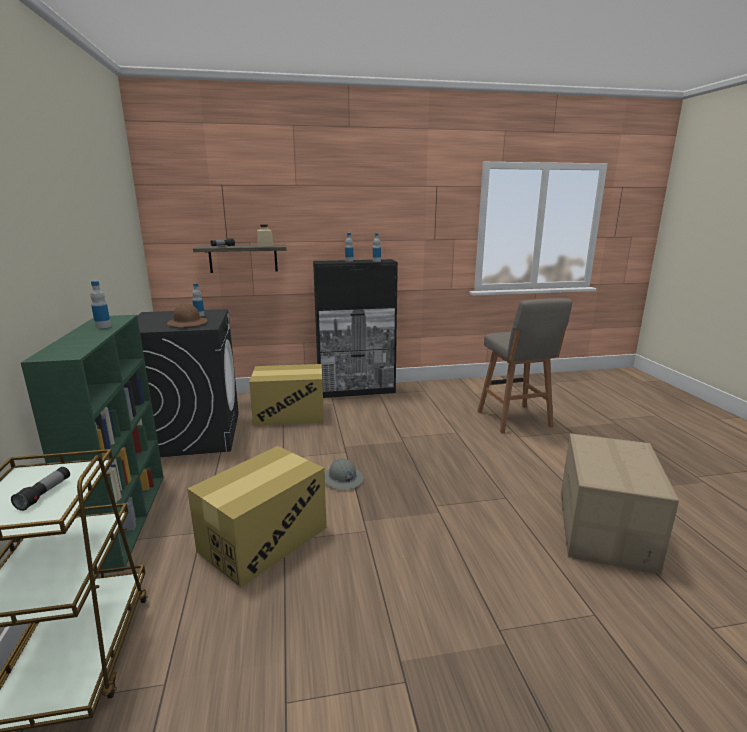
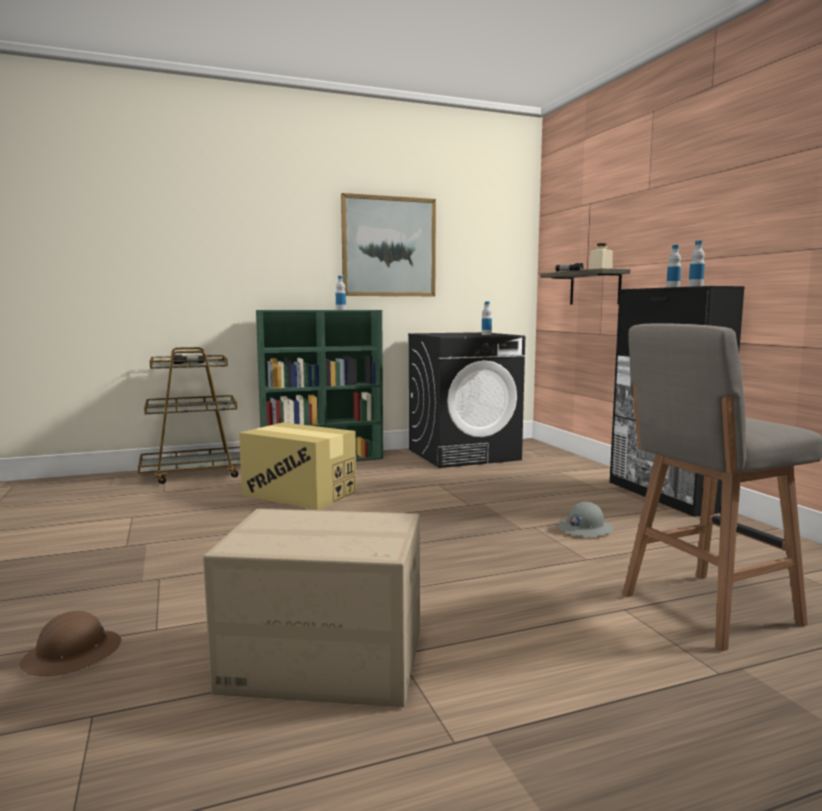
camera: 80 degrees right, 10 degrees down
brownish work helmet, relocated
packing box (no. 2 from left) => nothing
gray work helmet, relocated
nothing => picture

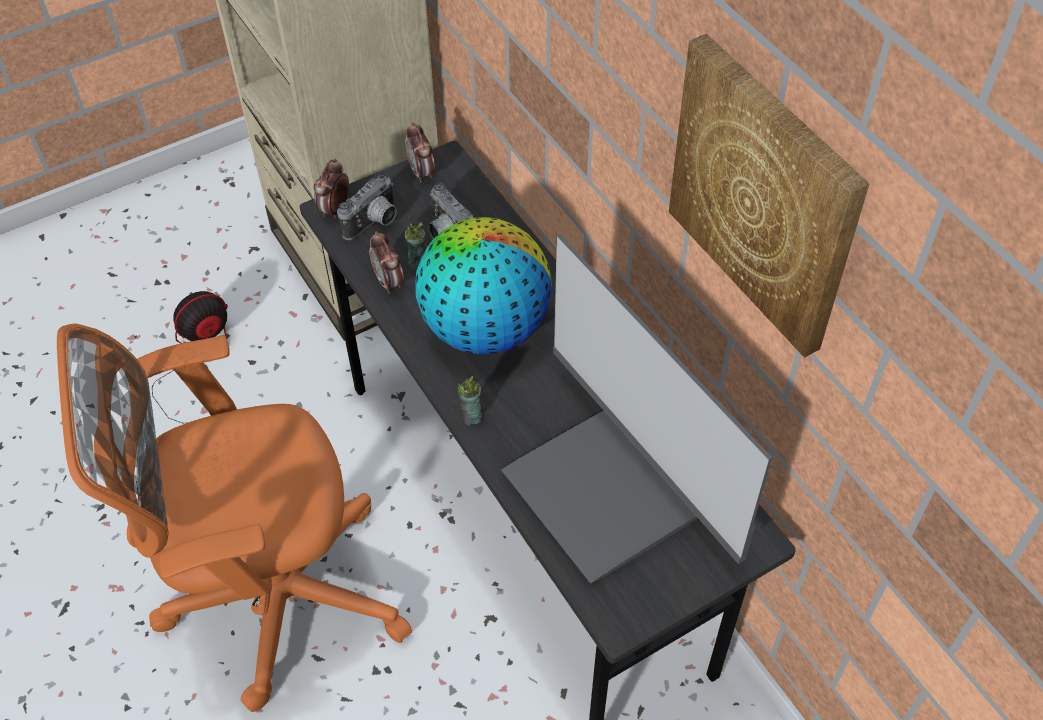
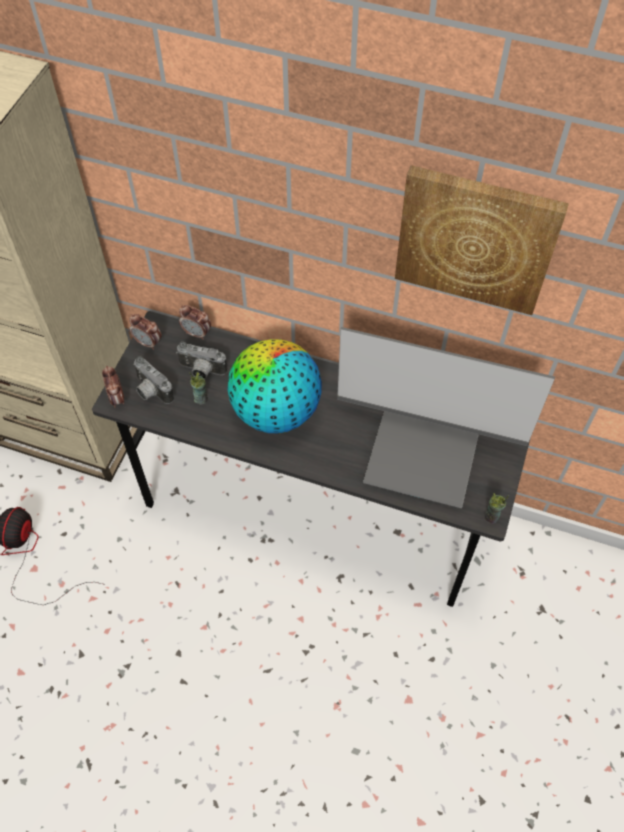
camera: 40 degrees left, 5 degrees up
orange office chair => nothing
still camera (no. 1 from left), 135 degrees clockwise
bedside clock (no. 2 from left in the first image) => bedside clock (no. 3 from left), relocated
drinking cup (no. 2 from left), relocated

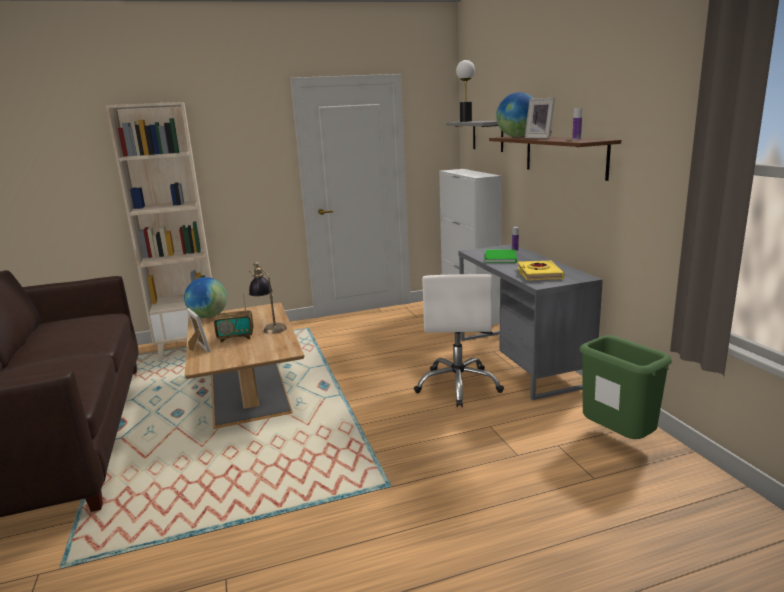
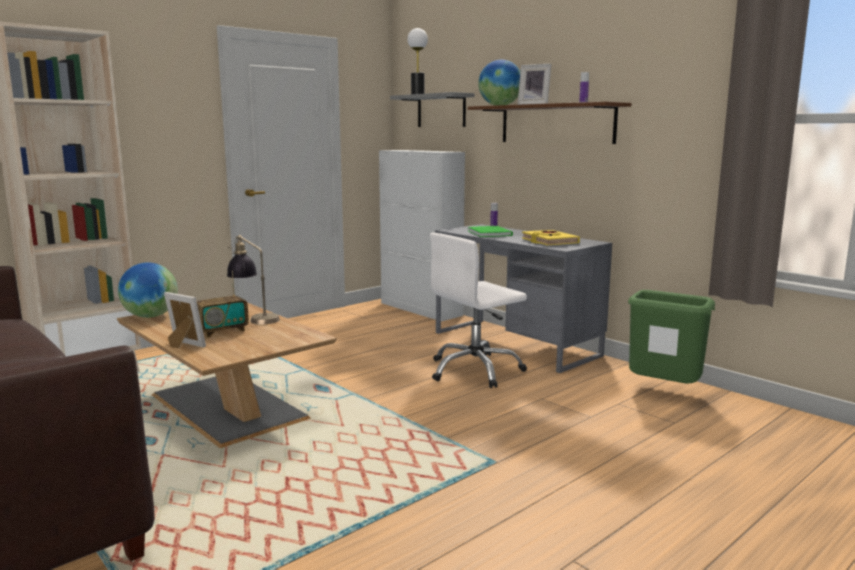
camera: 25 degrees left, 5 degrees down
whitish office chair, 75 degrees clockwise

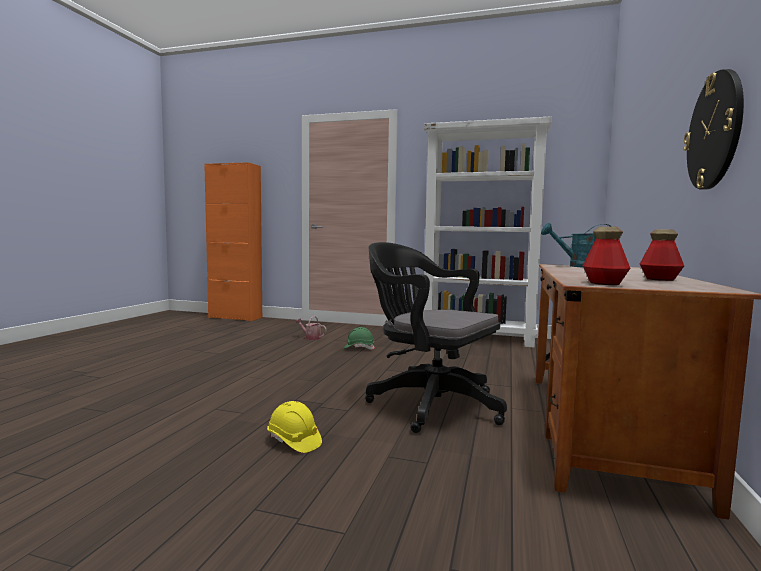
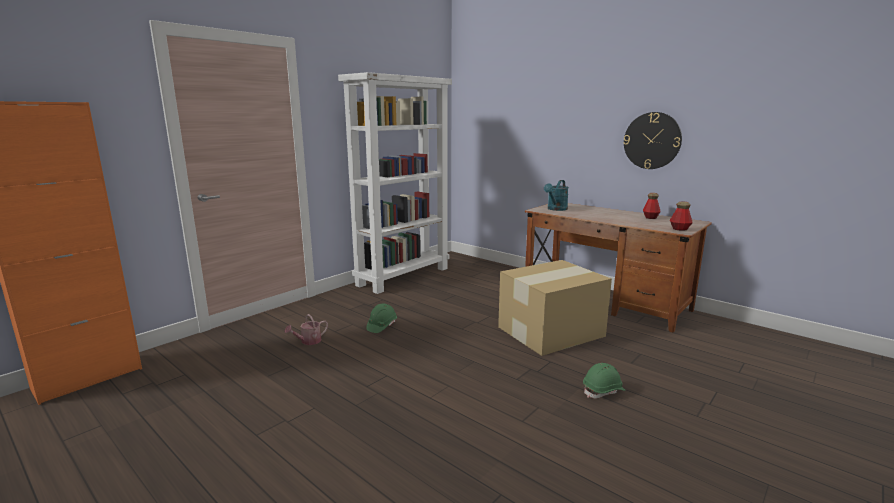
camera: 65 degrees left, 10 degrees up
yellow-coloured work helmet => greenish work helmet (no. 2 from left)
black-coloured office chair => packing box

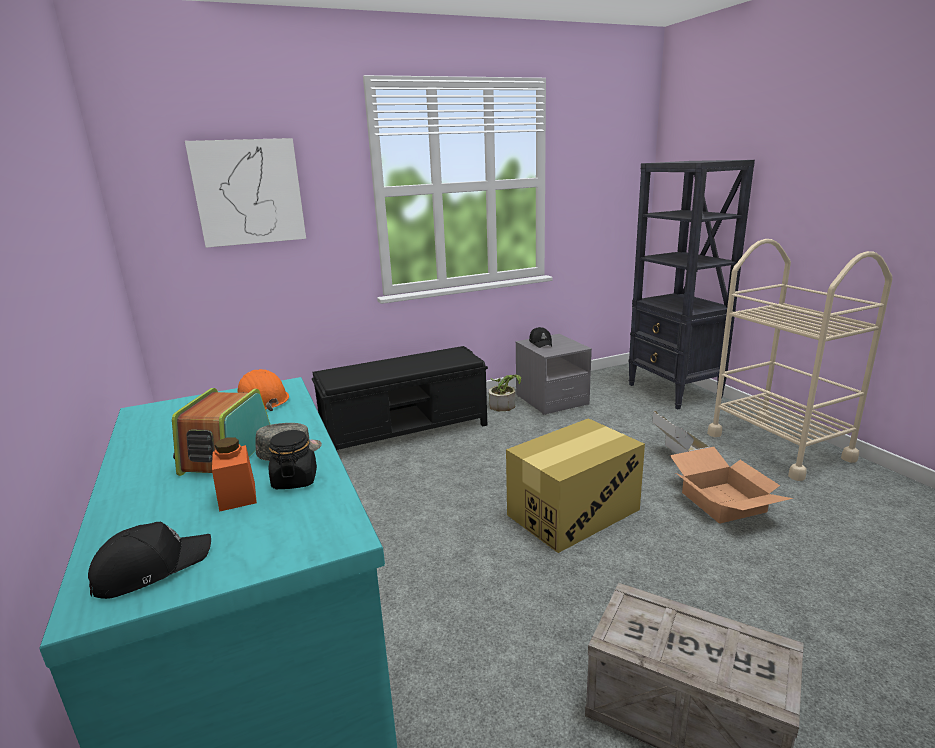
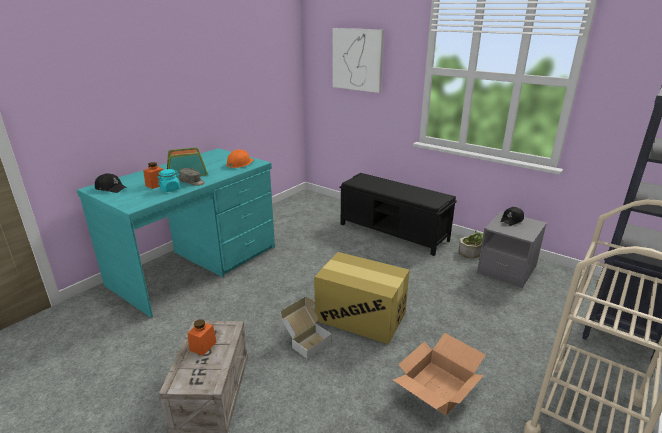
camera: 60 degrees right, 5 degrees up
black-coloured preserve jar => blue-green preserve jar
packing box (no. 2 from left in the first image) => packing box (no. 1 from left), relocated
nothing => orange preserve jar (no. 2 from left)

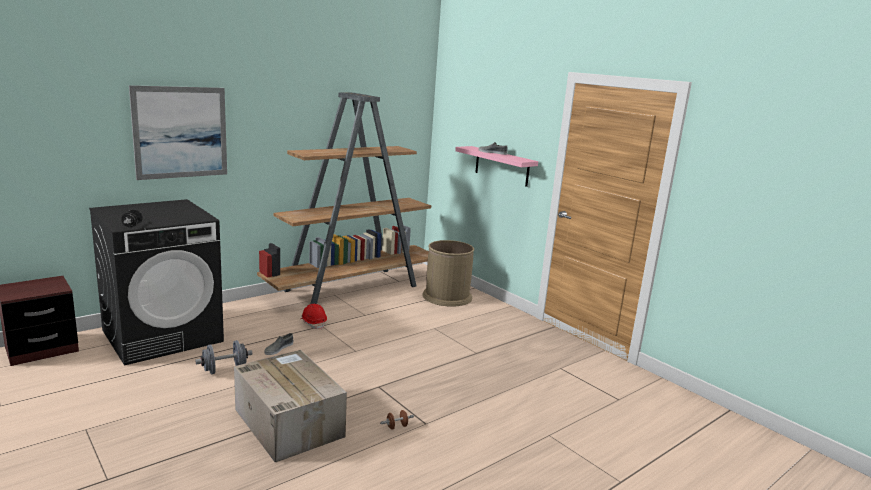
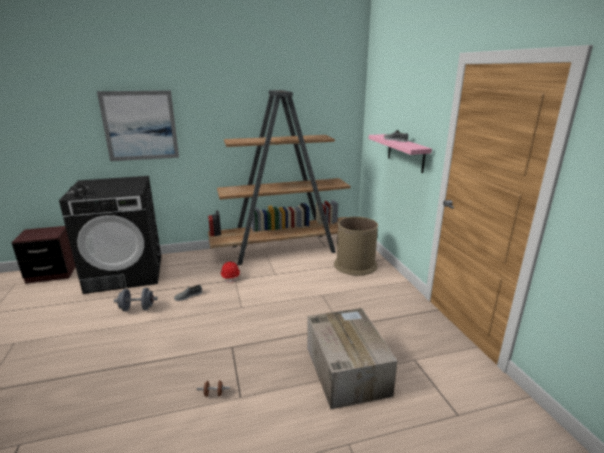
camera: 25 degrees right, 5 degrees up
packing box, relocated

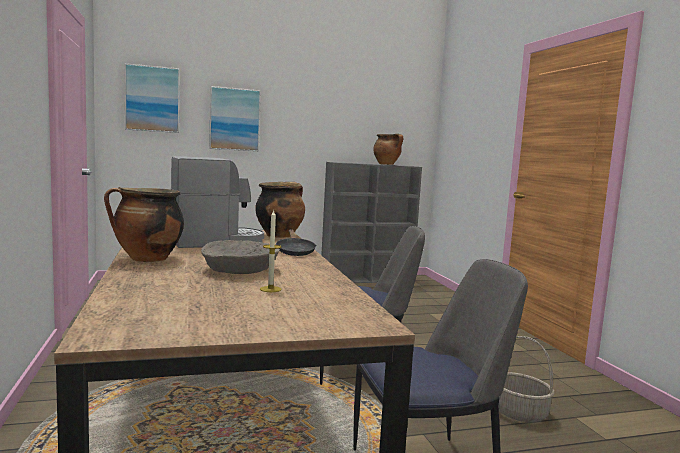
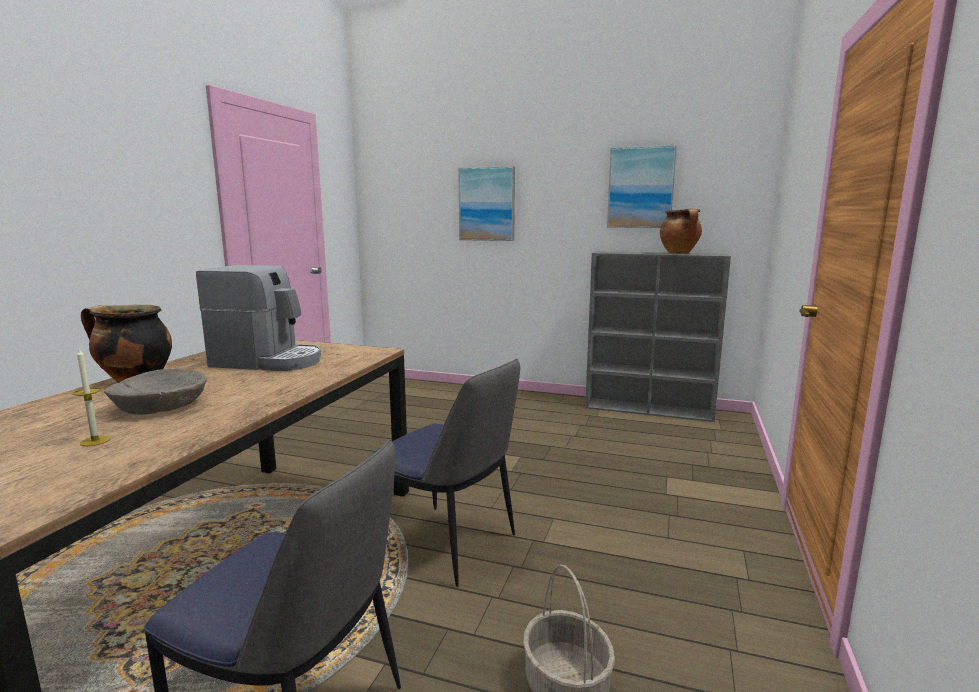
camera: 35 degrees right, 5 degrees up
picture (no. 1 from left in the first image) => picture (no. 2 from left), relocated
stockpot (no. 2 from left) => nothing
black-coloured frying pan => nothing

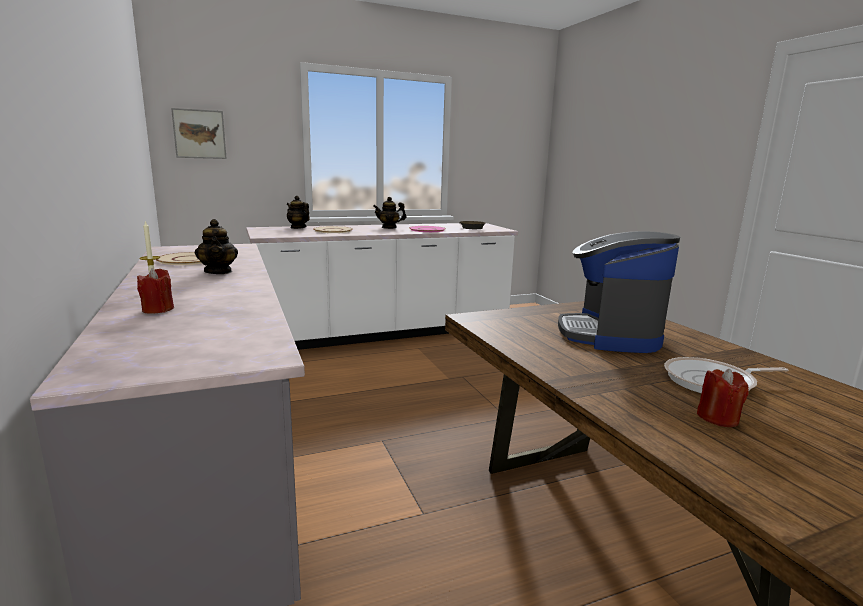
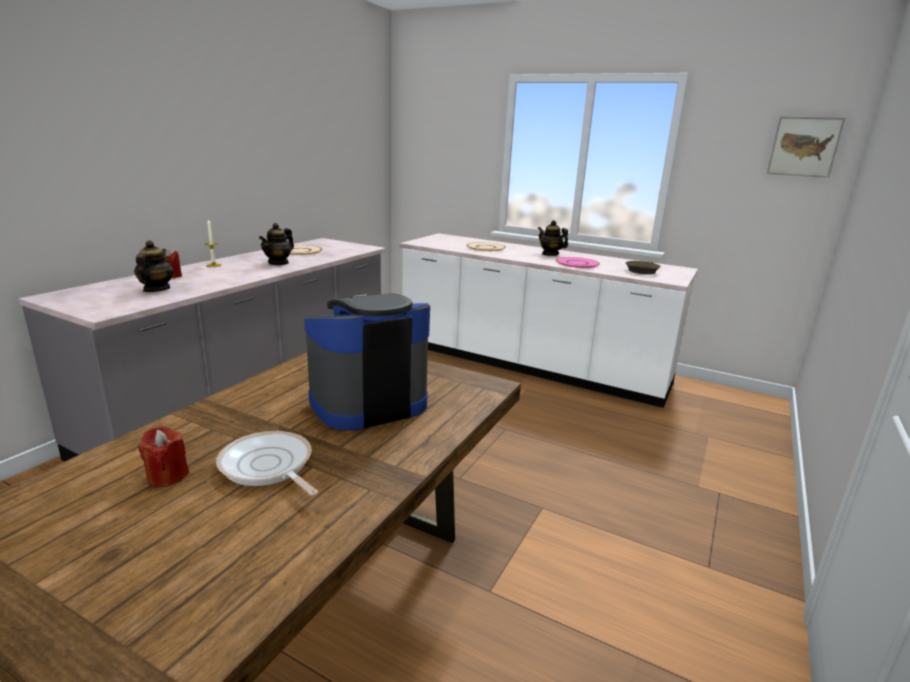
camera: 50 degrees right, 5 degrees up
picture, relocated
tea pot (no. 2 from left in the first image) => tea pot (no. 1 from left), relocated

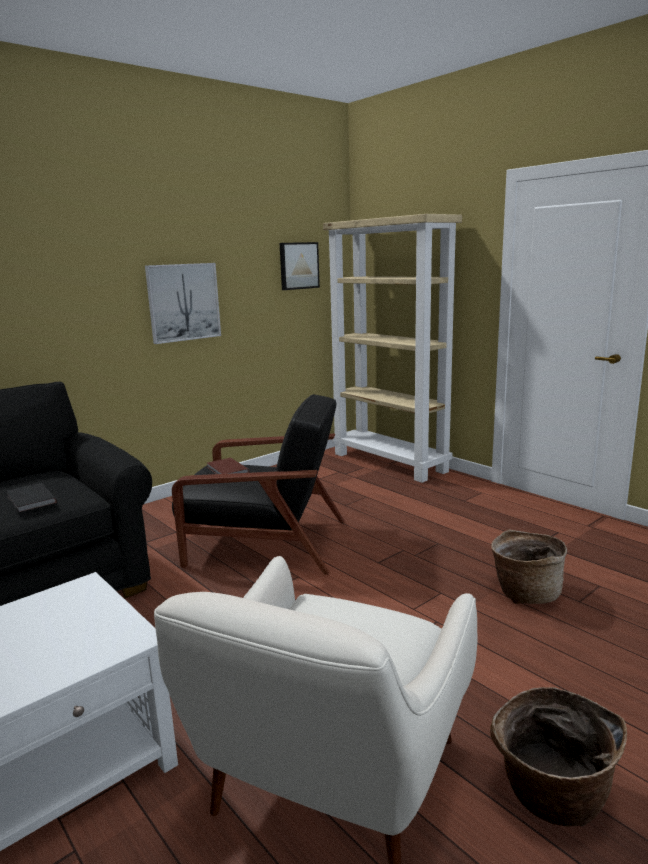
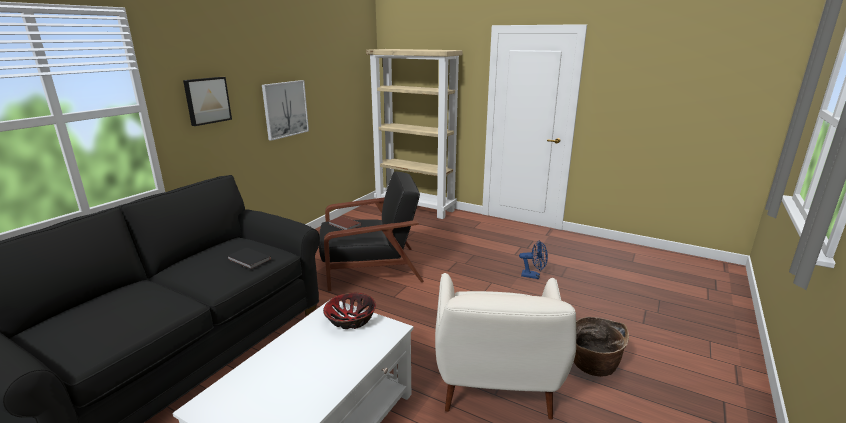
camera: 20 degrees left, 5 degrees up
picture (no. 2 from left in the first image) => picture (no. 1 from left), relocated
household basket (no. 1 from left) => blue-coloured electric fan
nothing => deep dish

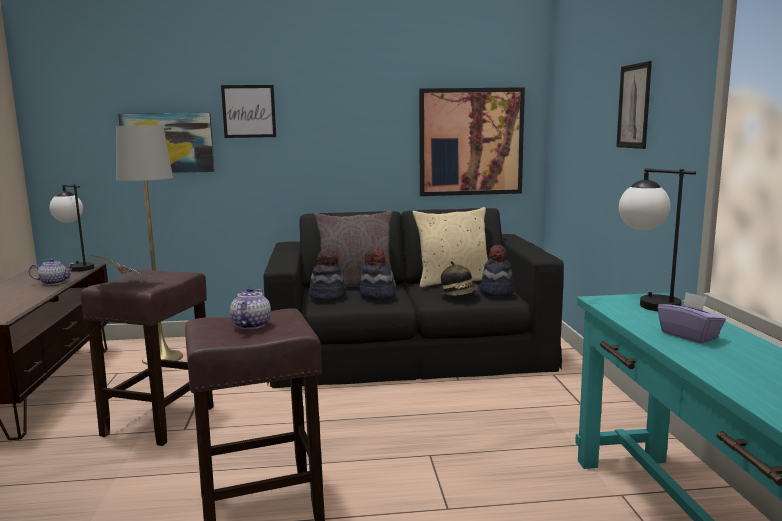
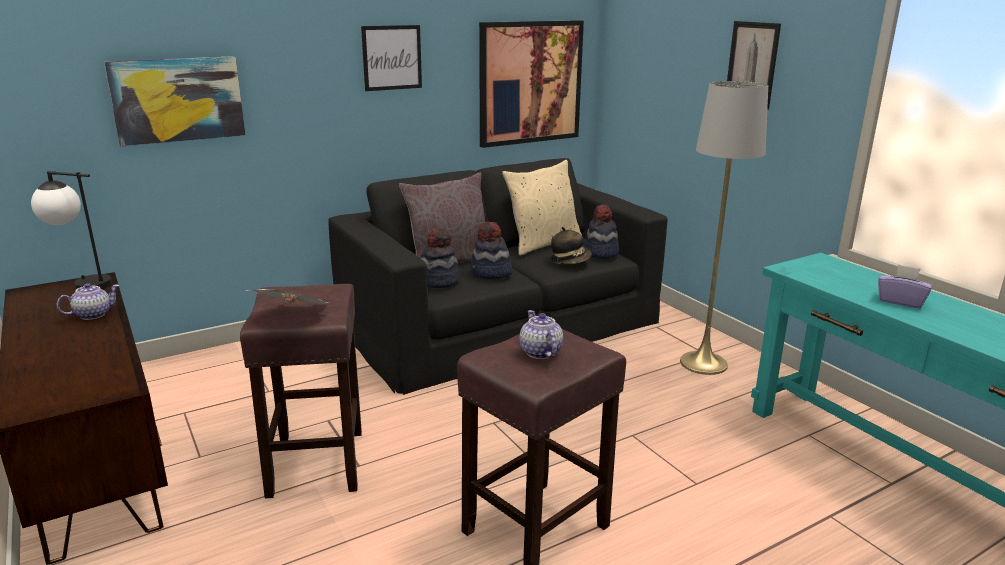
camera: 25 degrees left, 10 degrees up
gray floor lamp, relocated
picture (no. 2 from left), relocated
tabletop lamp (no. 2 from left) => nothing

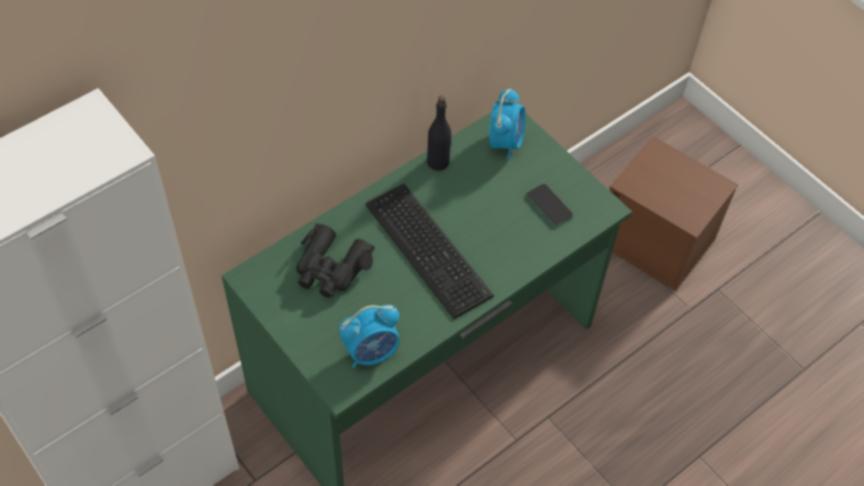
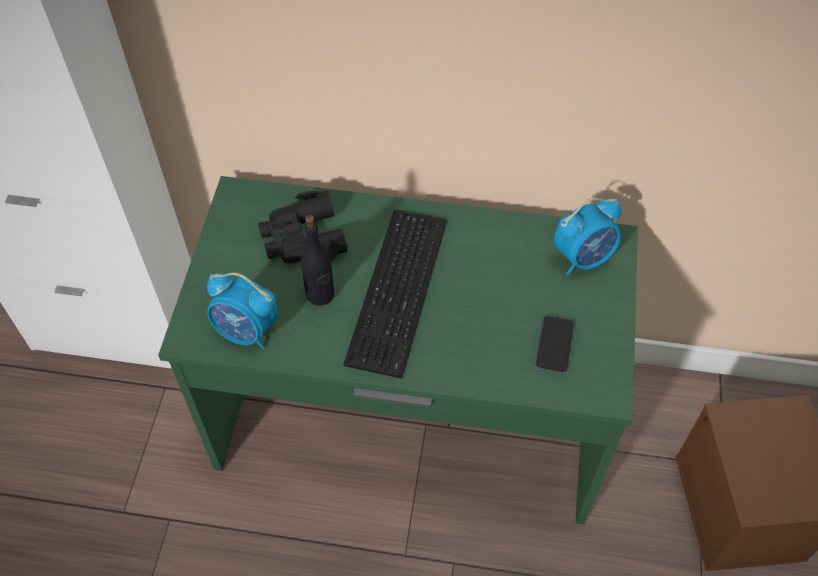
camera: 50 degrees right, 0 degrees up
black-coloured beverage bottle, relocated

